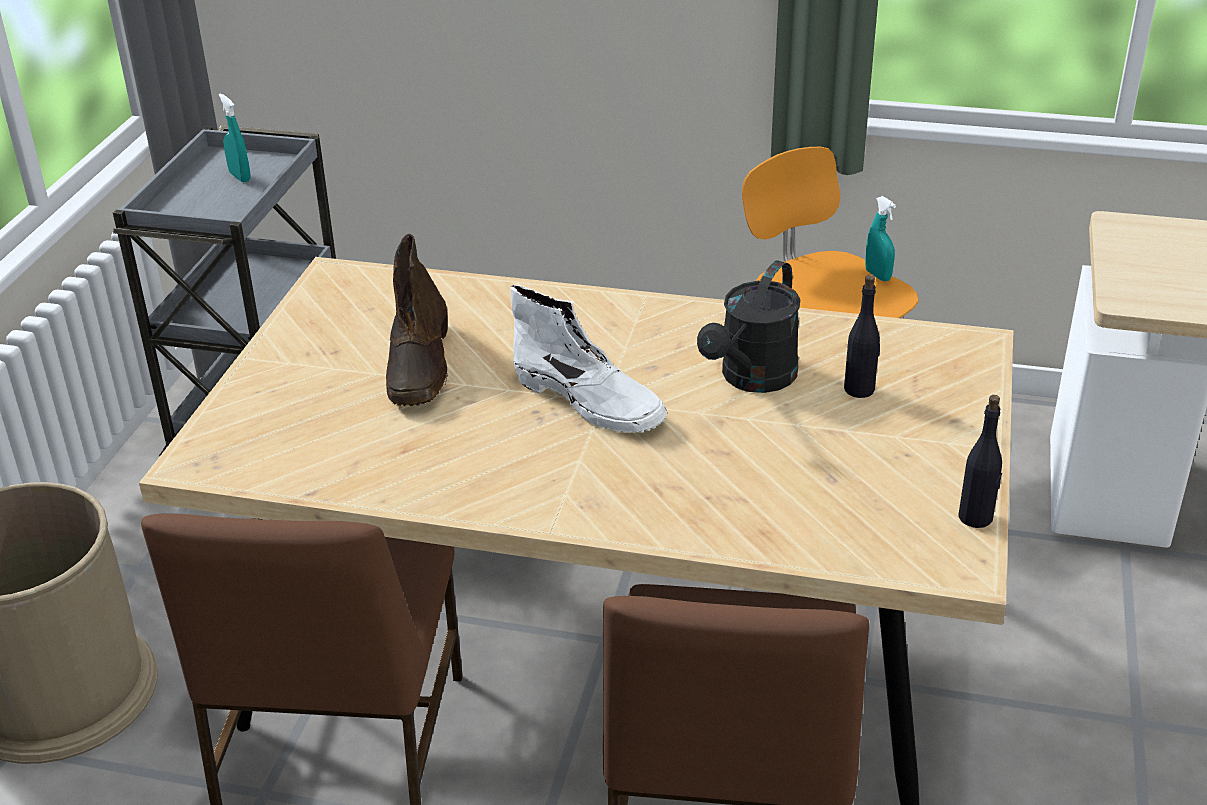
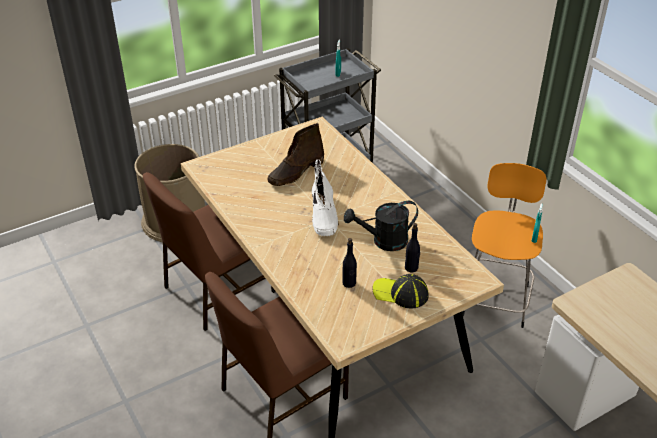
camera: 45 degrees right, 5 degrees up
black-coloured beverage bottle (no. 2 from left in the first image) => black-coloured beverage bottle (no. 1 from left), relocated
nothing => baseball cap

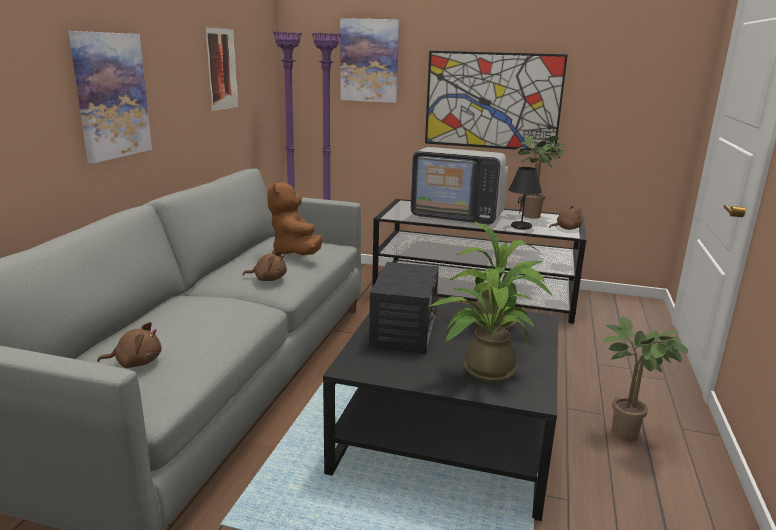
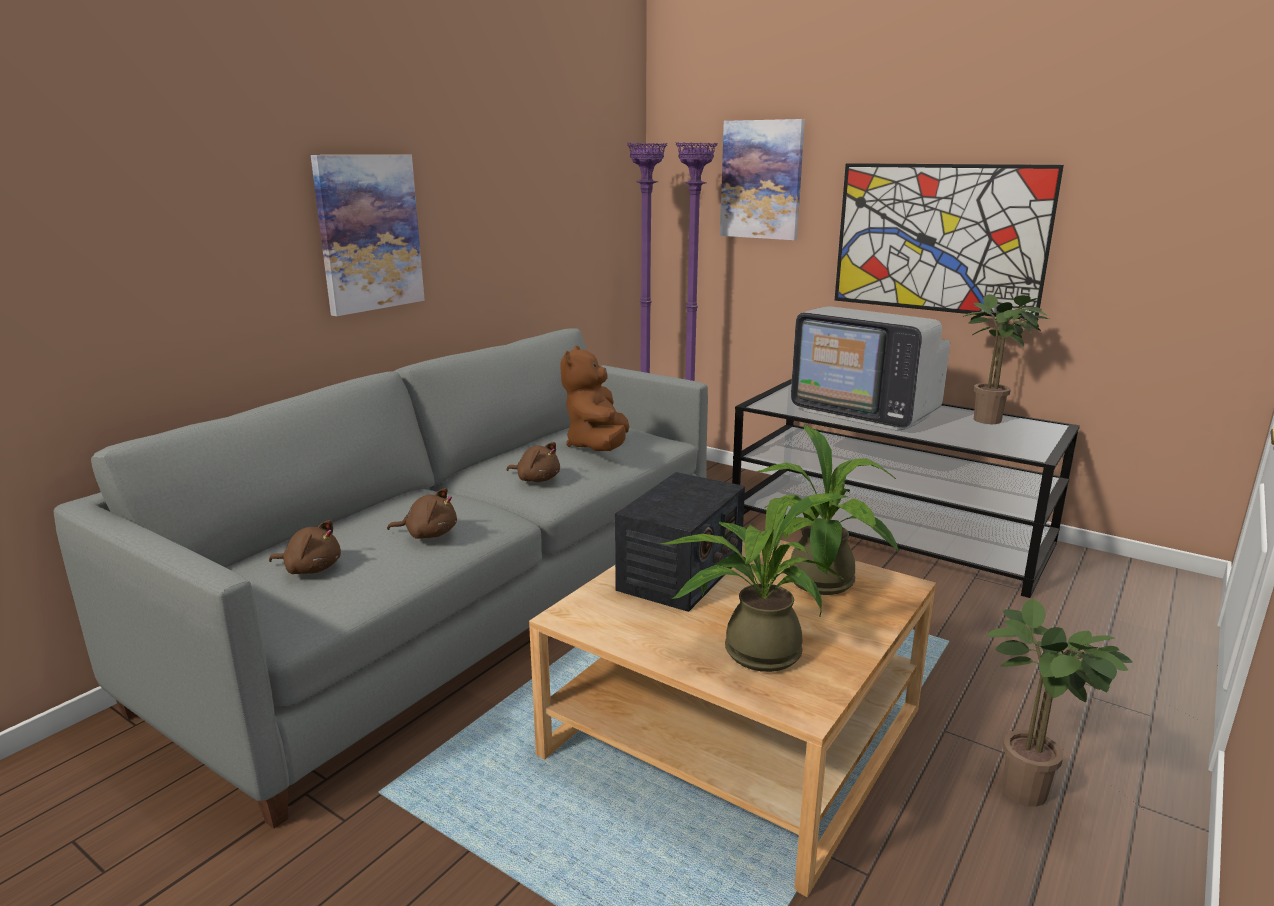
camera: 20 degrees right, 0 degrees up
picture (no. 2 from left) => nothing
black-coloured lounge table => beige-coloured lounge table
black-coloured tabletop lamp => nothing
brownish soft toy (no. 4 from left in the first image) => brownish soft toy (no. 2 from left), relocated

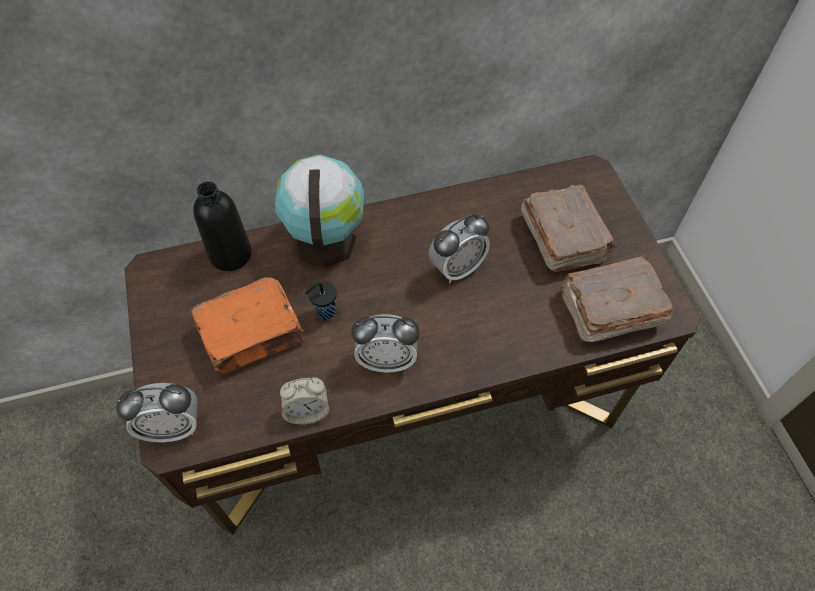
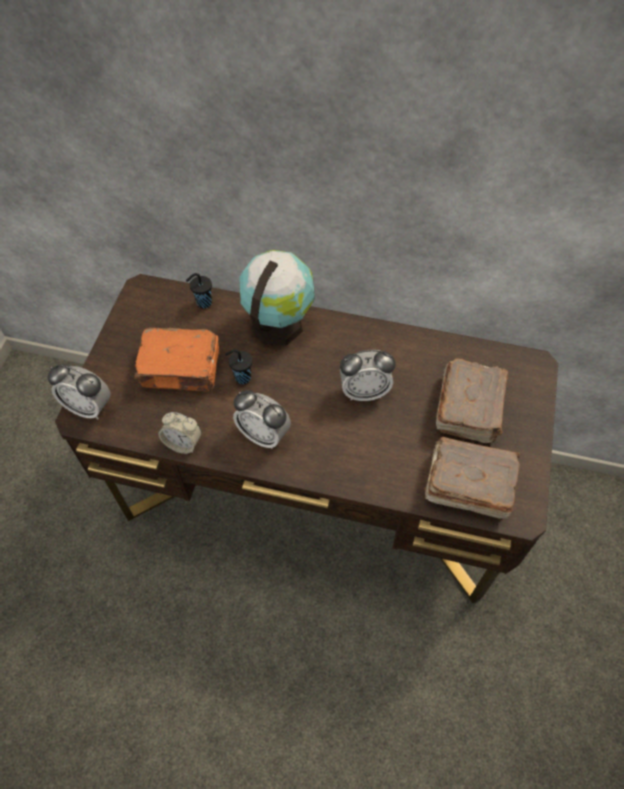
camera: 30 degrees right, 0 degrees up
black-coloured beverage bottle => black-coloured drinking cup (no. 1 from left)

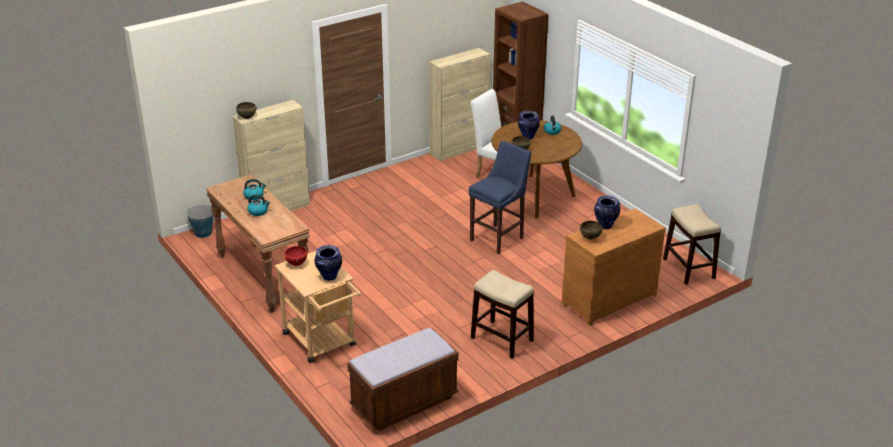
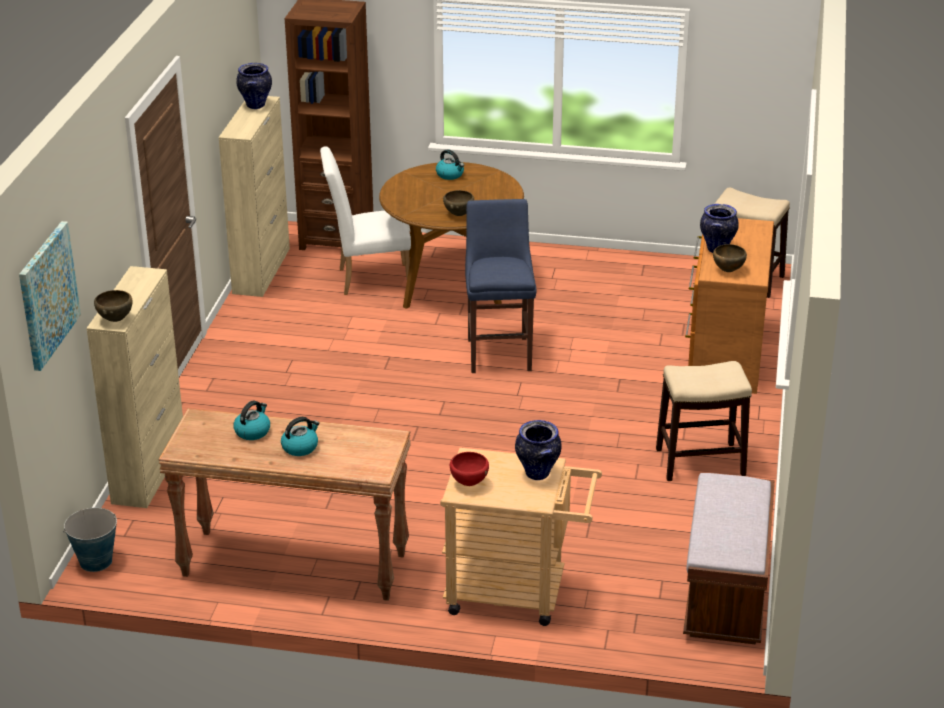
camera: 45 degrees left, 0 degrees up
flower vase (no. 2 from left in the first image) => flower vase (no. 1 from left), relocated
nothing => picture

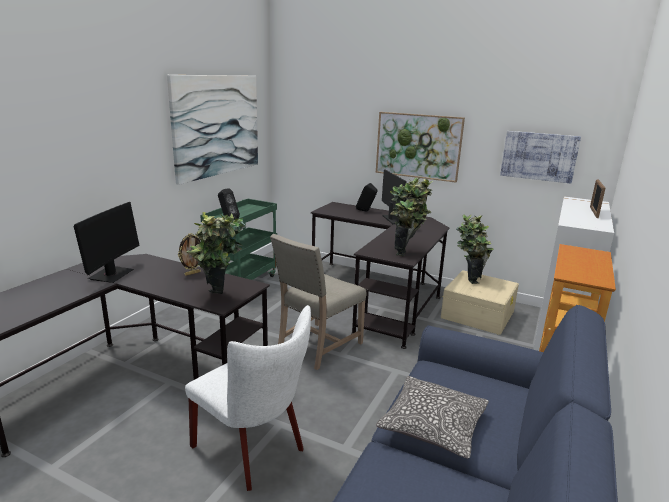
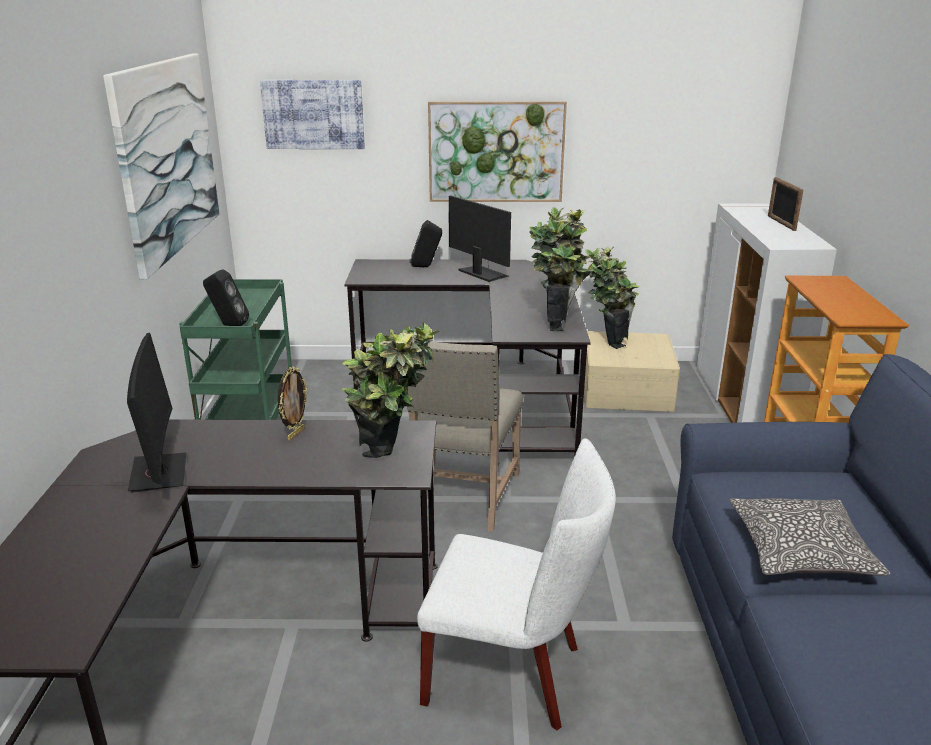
camera: 25 degrees left, 5 degrees up
picture (no. 3 from left in the first image) => picture (no. 2 from left), relocated

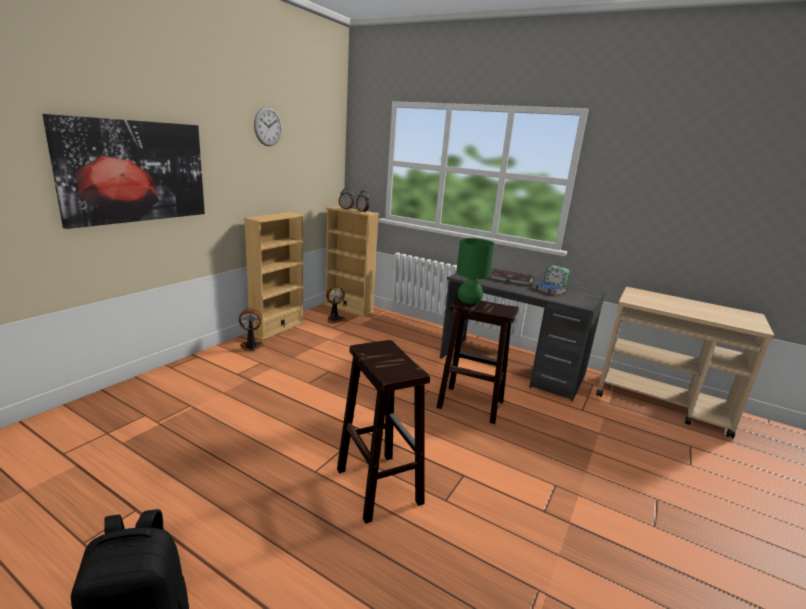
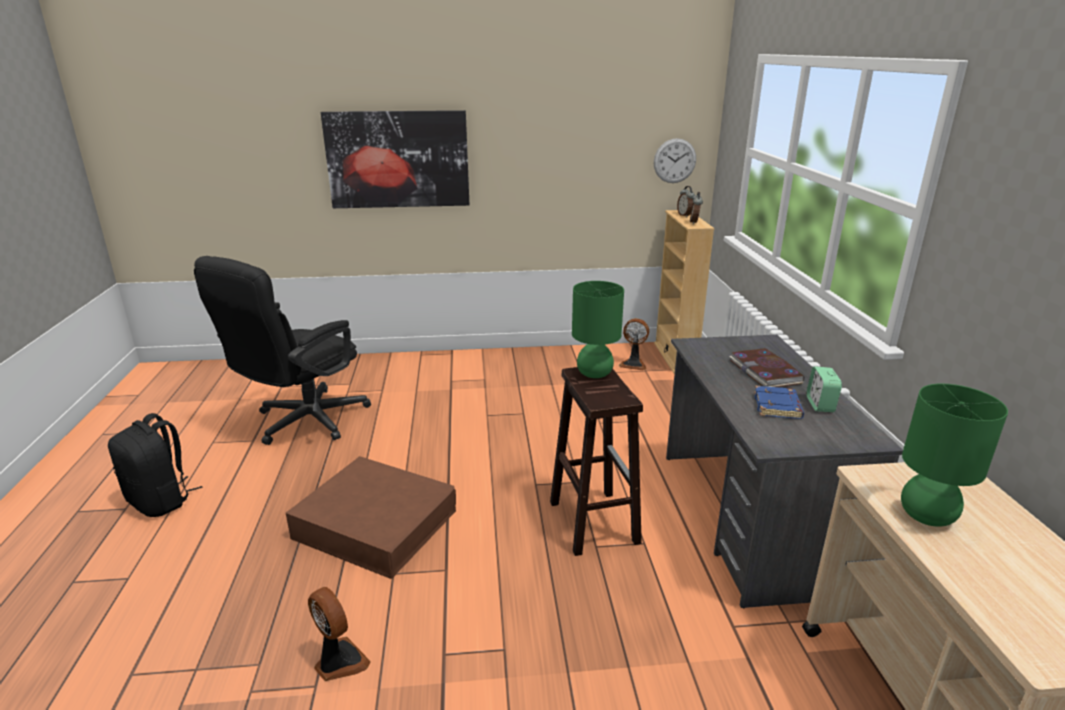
camera: 55 degrees right, 5 degrees up
electric fan (no. 1 from left), relocated
beige-coloured shelving unit (no. 1 from left) => nothing
clock on the wall, relocated
brownish stool (no. 1 from left) => brownish storage container
nothing => black-coloured office chair
nothing => greenish tabletop lamp (no. 2 from left)

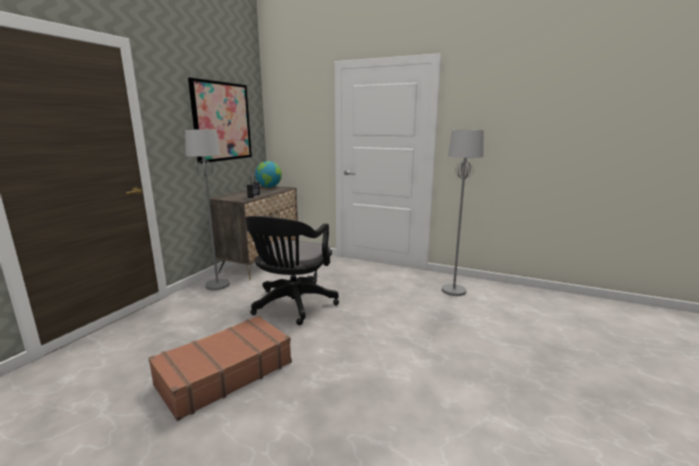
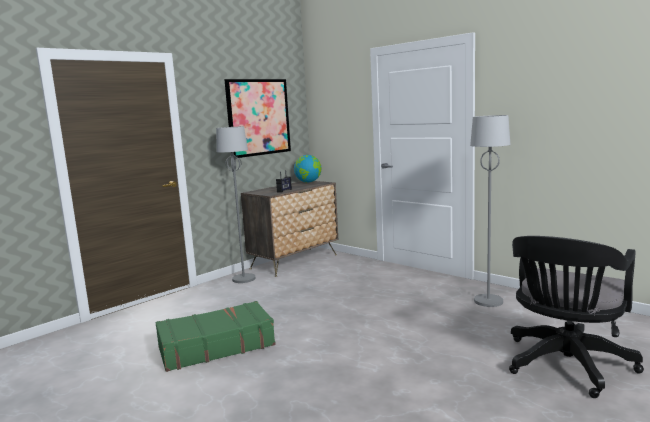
camera: 20 degrees right, 5 degrees down
brownish piece of luggage => greenish piece of luggage
black-coloured office chair, relocated

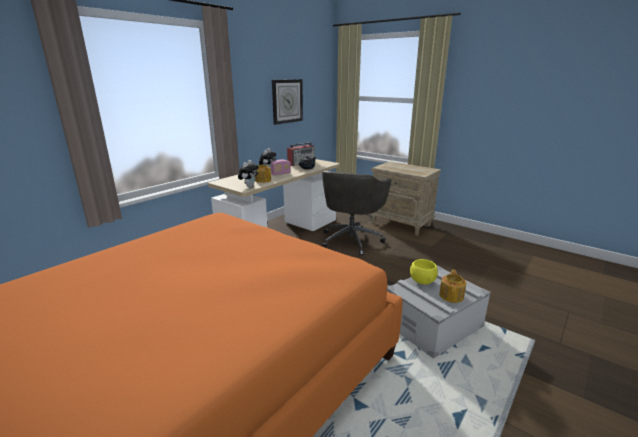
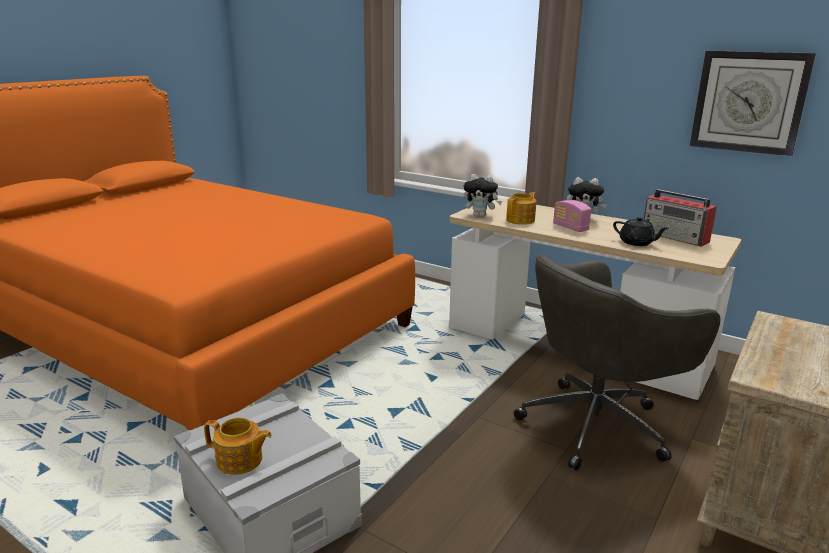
camera: 85 degrees right, 0 degrees up
gray office chair, 45 degrees counterclockwise
yellow-coloured deep dish => nothing

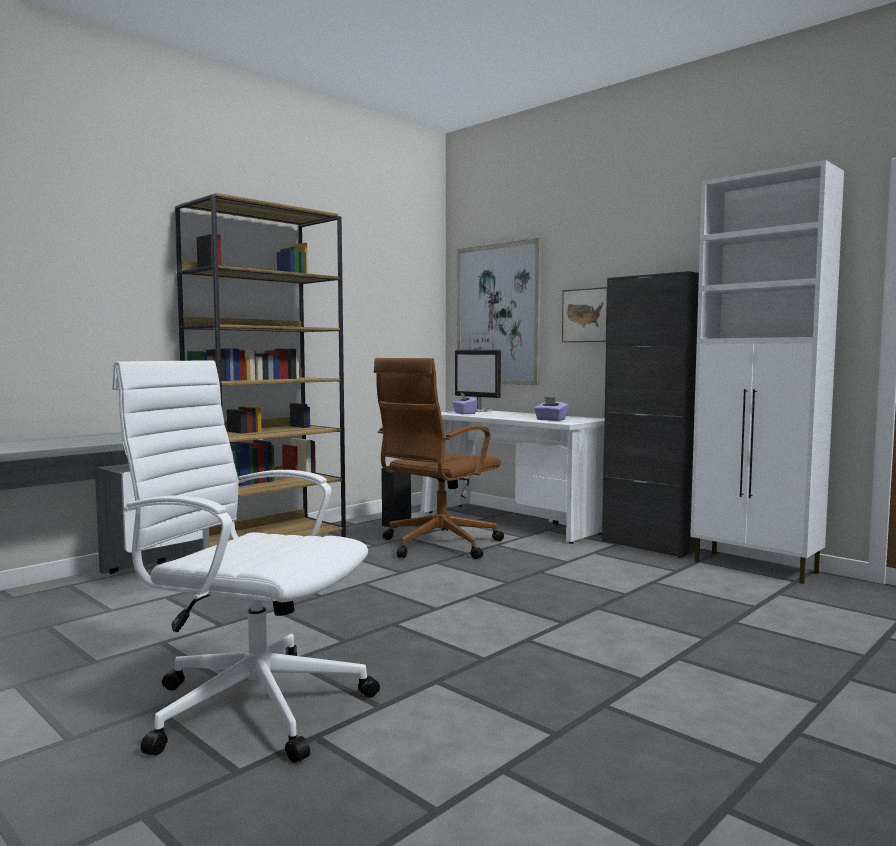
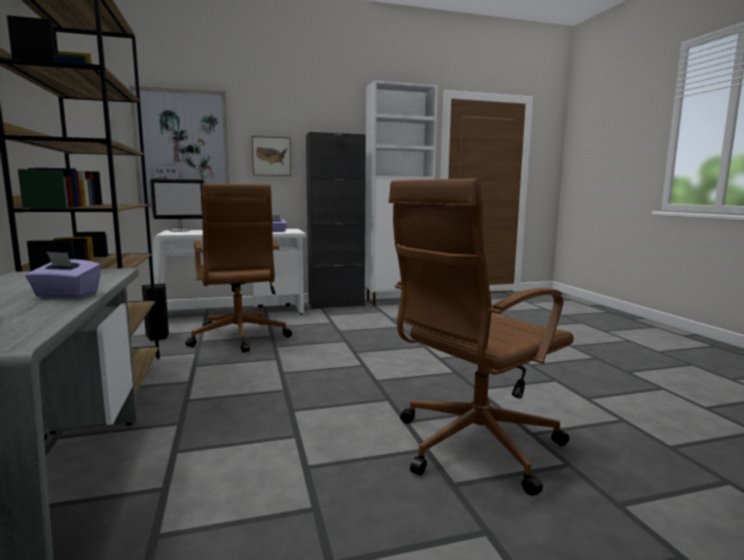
camera: 60 degrees left, 5 degrees up
whitish office chair => brownish office chair (no. 2 from left)
purple tissue box (no. 1 from left), relocated

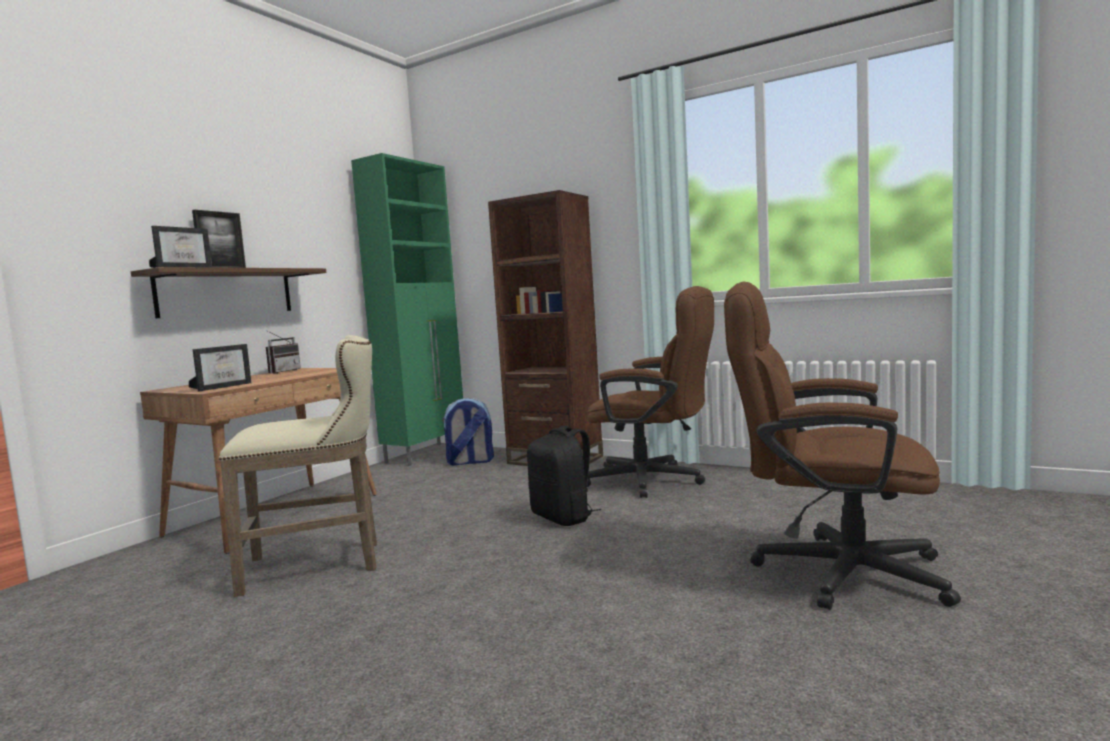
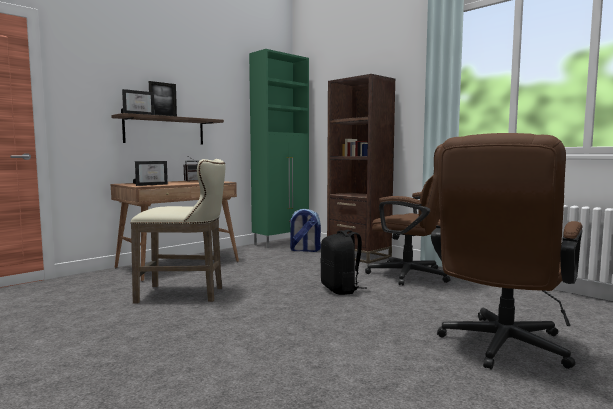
camera: 15 degrees right, 0 degrees up
brownish office chair (no. 2 from left), 90 degrees counterclockwise

